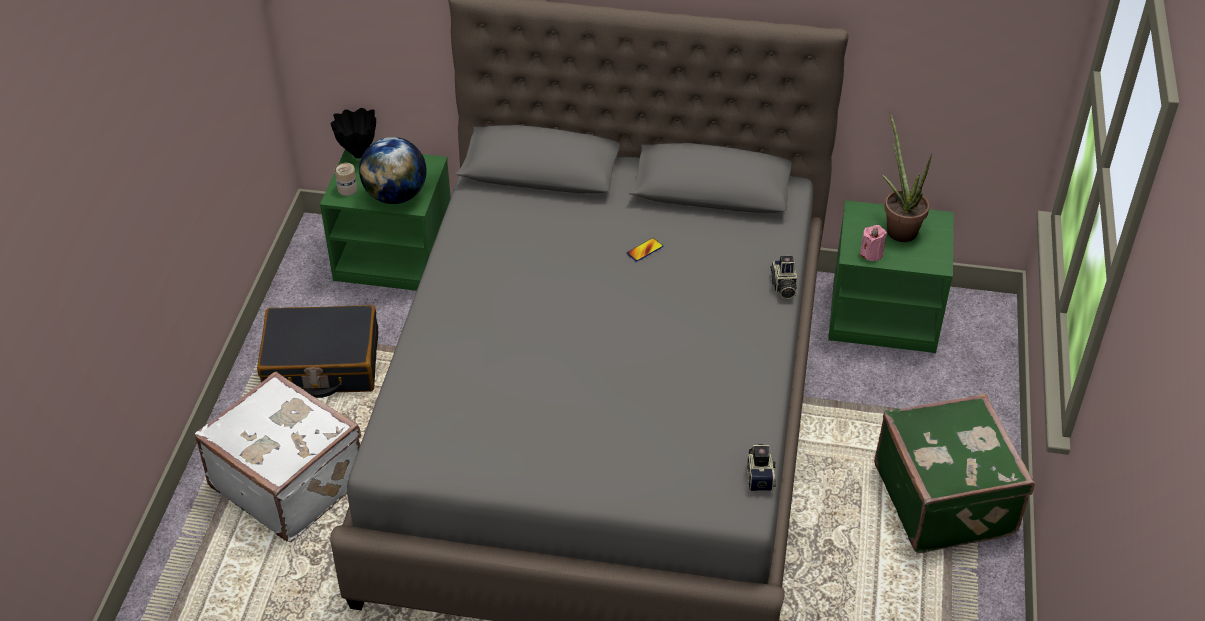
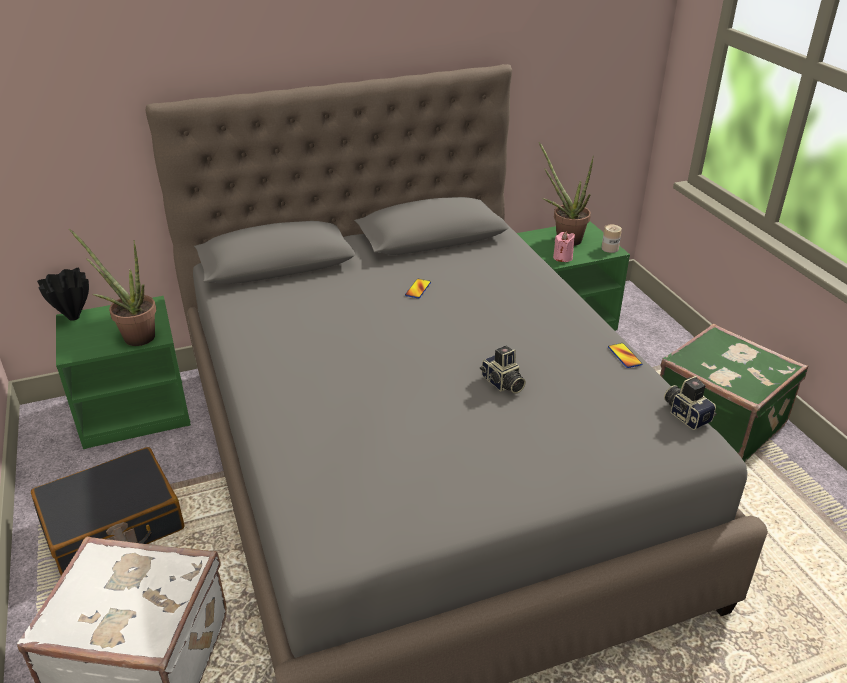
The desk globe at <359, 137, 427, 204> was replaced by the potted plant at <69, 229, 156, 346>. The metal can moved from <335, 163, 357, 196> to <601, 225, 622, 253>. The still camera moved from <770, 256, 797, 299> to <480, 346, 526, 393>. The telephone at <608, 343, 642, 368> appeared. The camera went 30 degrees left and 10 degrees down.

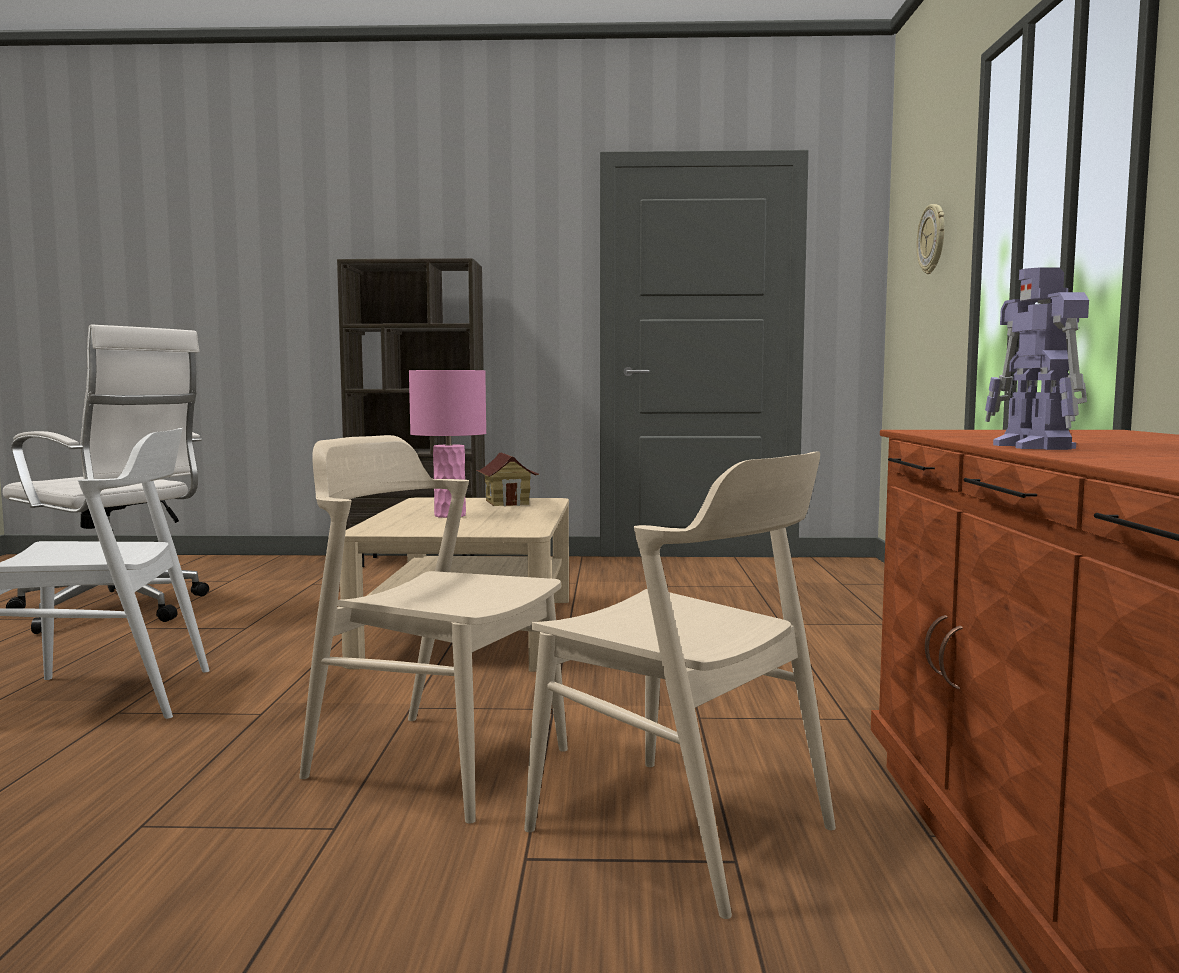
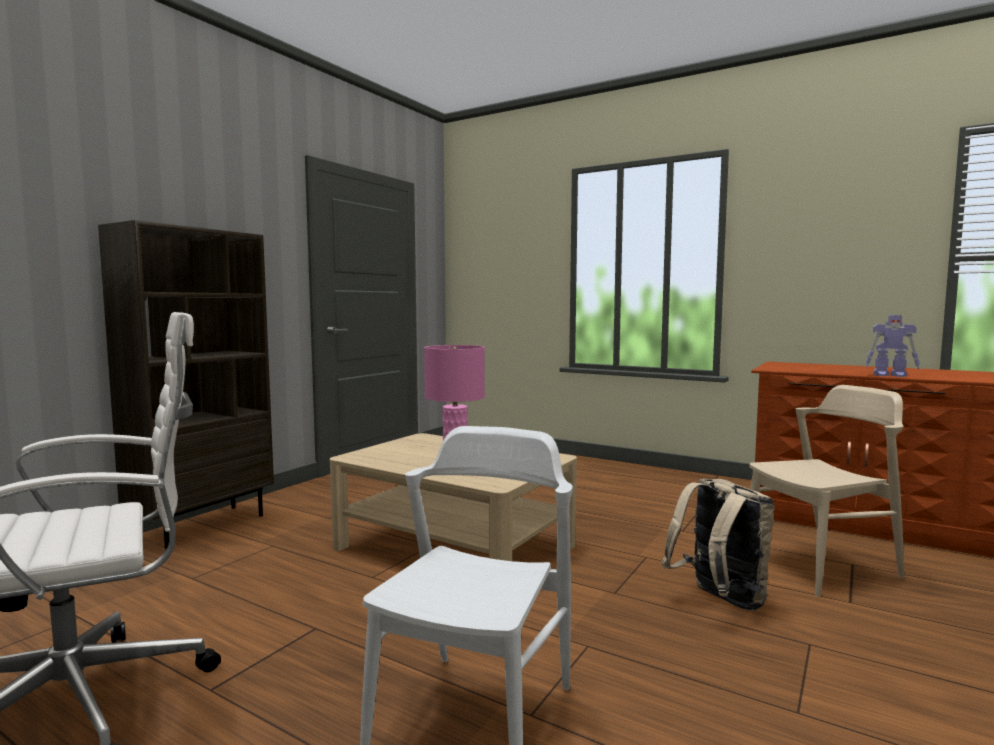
The wall clock at <916, 204, 945, 274> disappeared. The sand-coloured upright chair at <299, 435, 568, 824> was replaced by the sand-coloured backpack at <662, 479, 775, 611>. The toy house at <477, 453, 539, 506> disappeared. The camera went 60 degrees left and 0 degrees up.

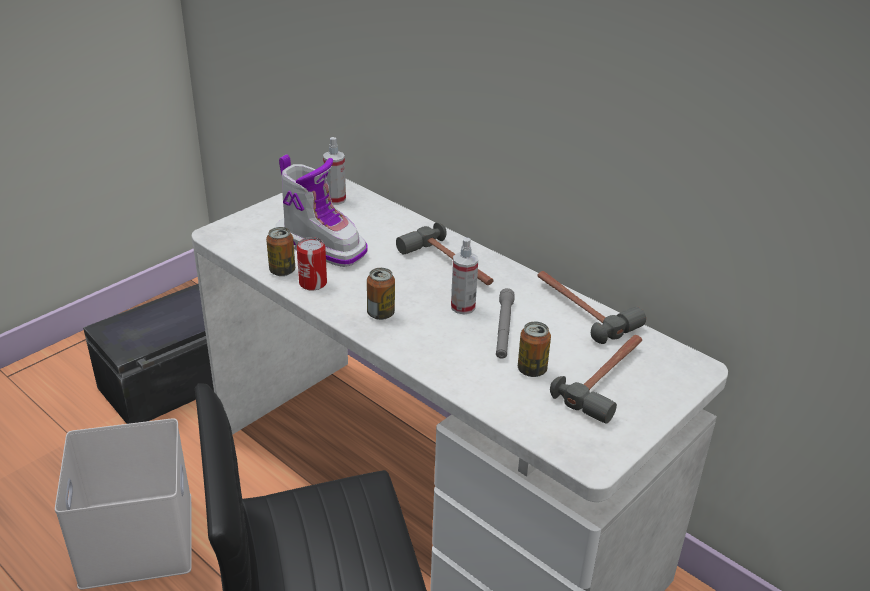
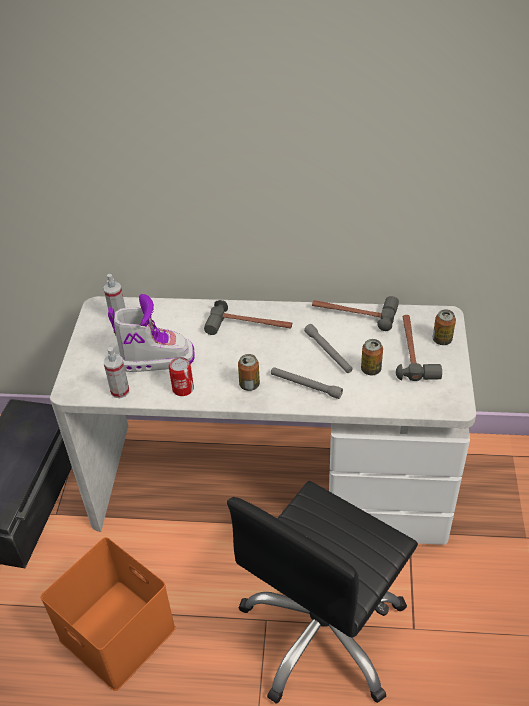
The metal can moved from <266, 227, 295, 276> to <433, 310, 456, 345>. The hand sprayer moved from <451, 238, 478, 315> to <104, 347, 129, 398>. The white storage box at <55, 418, 192, 589> became the orange storage box at <40, 537, 176, 691>. The grey flashlight at <271, 367, 343, 399> appeared. The camera went 35 degrees left and 10 degrees up.

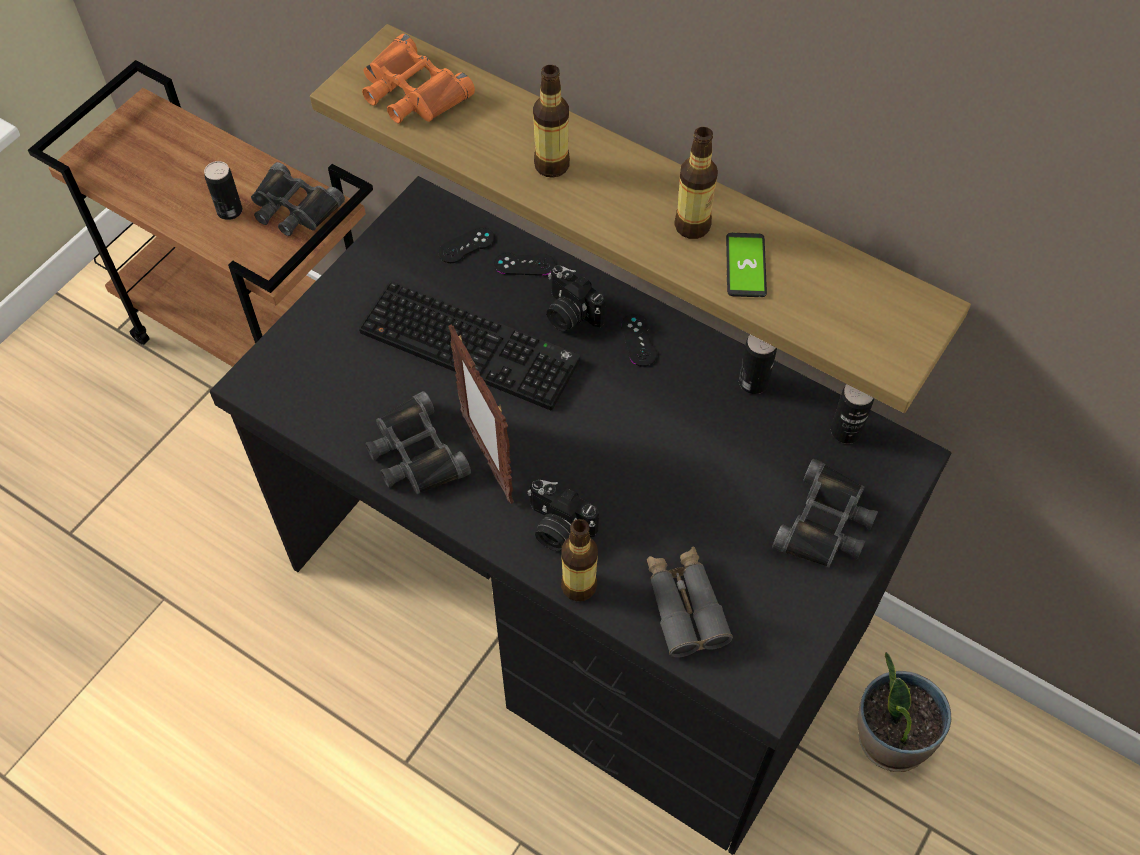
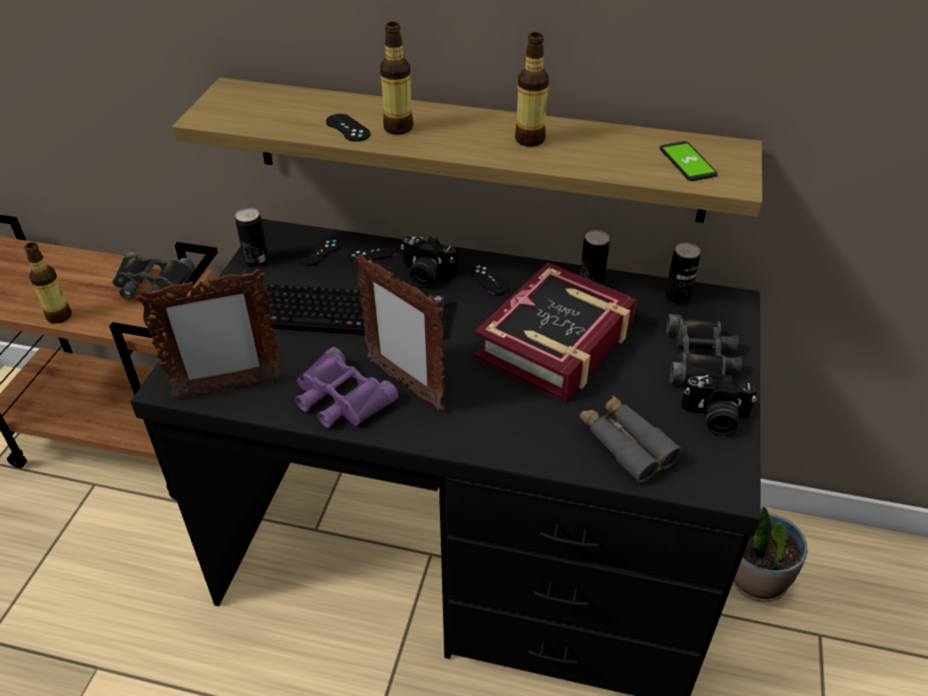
The orange field glasses at <362, 34, 475, 123> disappeared. The metal can moved from <204, 161, 242, 220> to <235, 208, 269, 267>. The telephone moved from <726, 233, 767, 297> to <660, 141, 718, 181>. The black-coloured field glasses at <365, 391, 471, 494> became the purplish field glasses at <295, 347, 398, 428>. The still camera moved from <527, 479, 599, 551> to <681, 374, 757, 435>. The beverage bottle moved from <561, 519, 598, 601> to <24, 243, 72, 324>. The black-coloured game controller at <326, 114, 371, 142> appeared. The bound book at <474, 262, 637, 402> appeared. The standing frame at <136, 269, 284, 399> appeared. The camera went 20 degrees left and 15 degrees down.

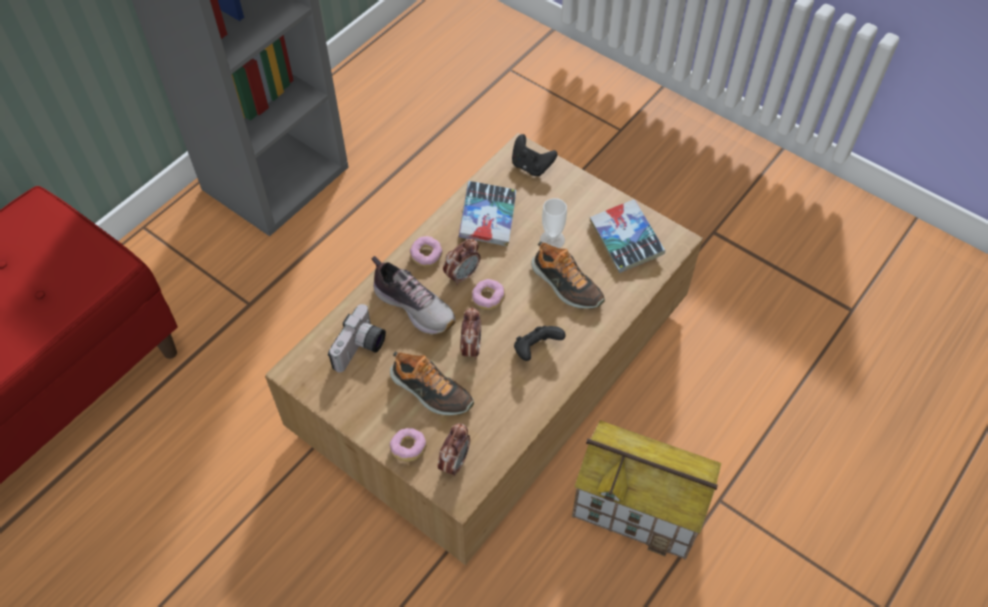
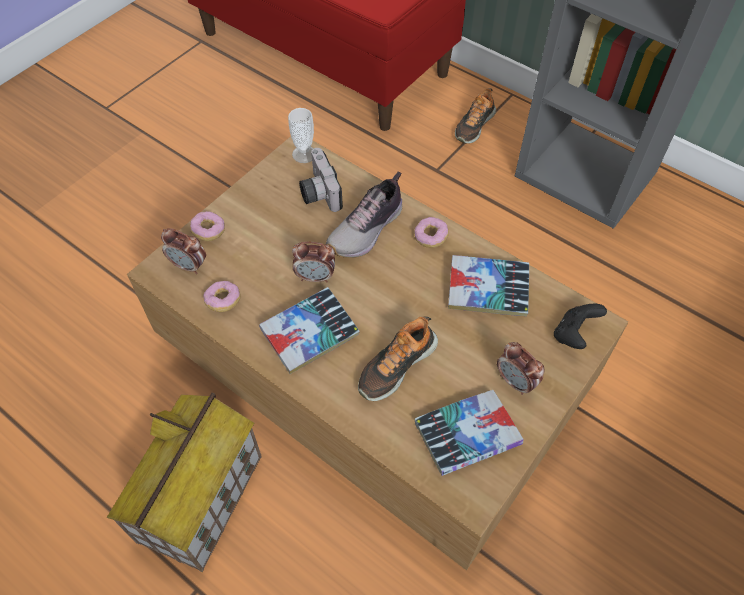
The cup moved from <540, 198, 567, 248> to <288, 108, 314, 163>. The alarm clock moved from <443, 238, 481, 285> to <497, 342, 545, 395>. The donut moved from <472, 279, 505, 310> to <203, 281, 241, 312>. The still camera at <328, 304, 386, 372> turned 45 degrees clockwise. The black-coloured game controller at <514, 326, 566, 361> was replaced by the bound book at <259, 287, 360, 374>. The shoe moved from <390, 352, 474, 415> to <455, 88, 496, 144>. The camera went 90 degrees right and 0 degrees up.

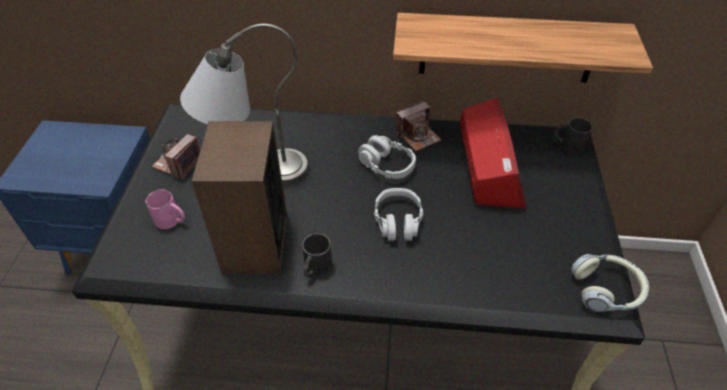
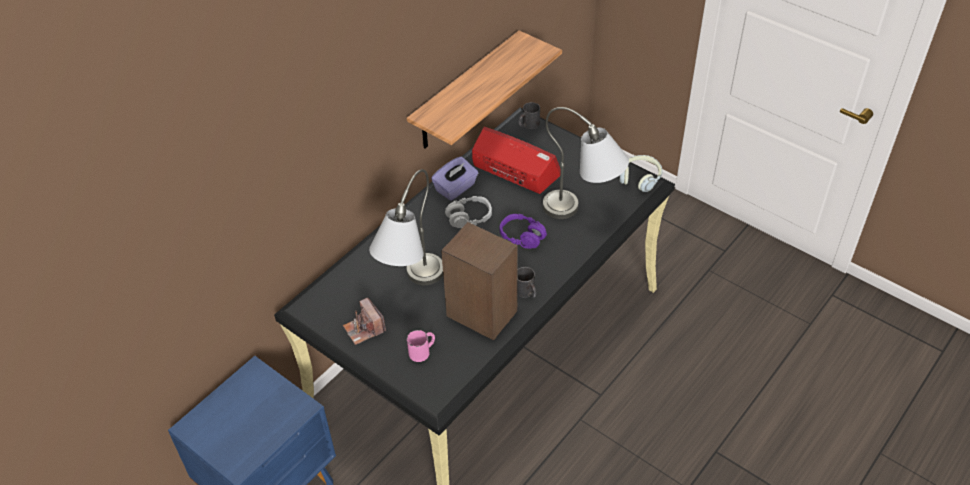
The still camera at <396, 100, 441, 151> was replaced by the purplish box of tissues at <431, 156, 478, 201>. The grey pair of headphones at <374, 188, 423, 241> became the purplish pair of headphones at <500, 214, 547, 249>. The grey tabletop lamp at <543, 107, 629, 219> appeared. The camera went 55 degrees left and 0 degrees up.

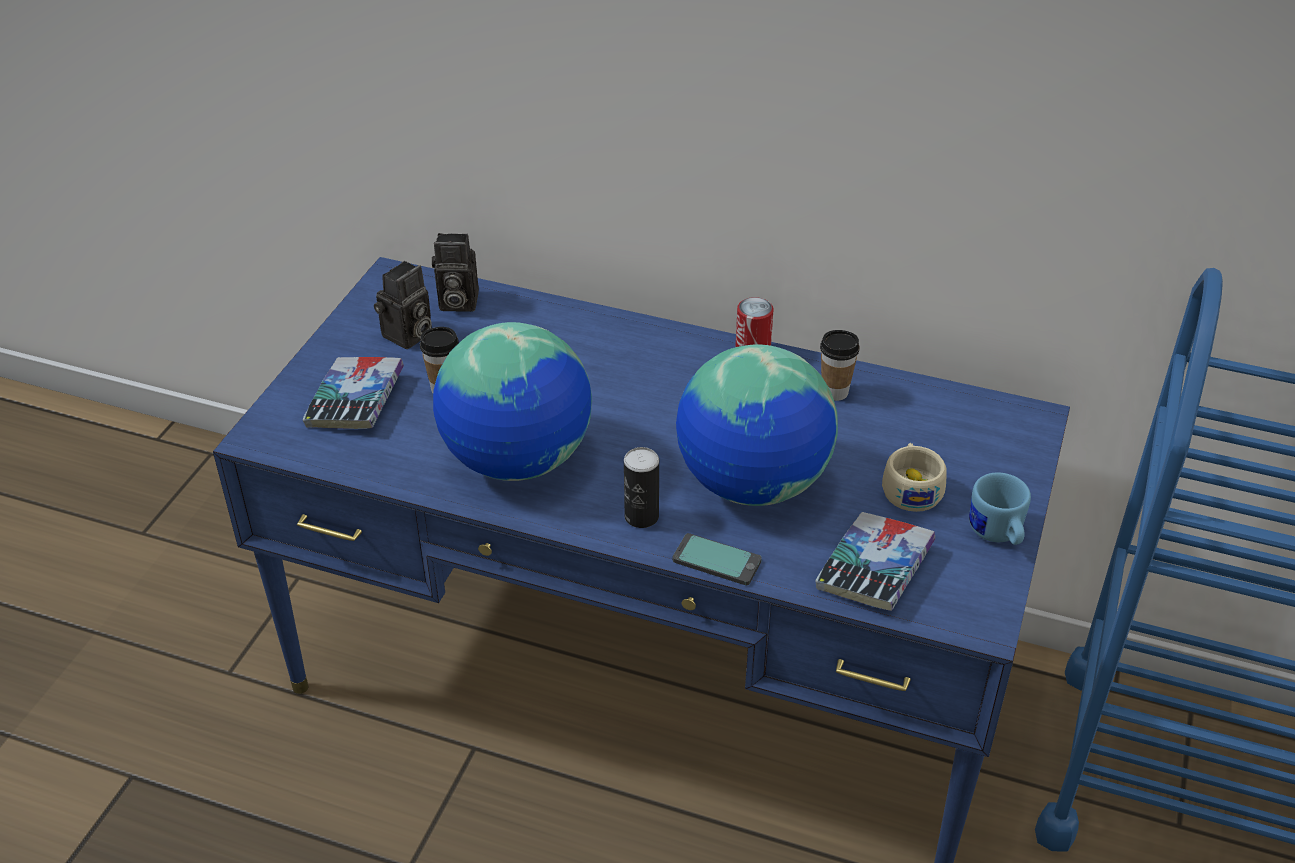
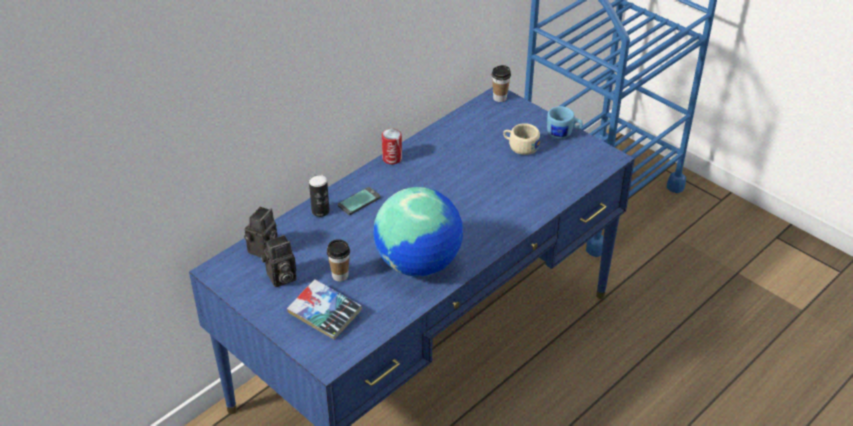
The still camera at <374, 261, 432, 349> turned 90 degrees clockwise. The cup moved from <820, 330, 860, 401> to <492, 65, 511, 102>. The desk globe at <676, 344, 838, 506> disappeared. The metal can moved from <624, 447, 659, 528> to <309, 174, 330, 217>. The bound book at <815, 512, 935, 611> disappeared. The telephone moved from <673, 533, 762, 585> to <338, 187, 381, 215>. The camera went 65 degrees left and 0 degrees up.

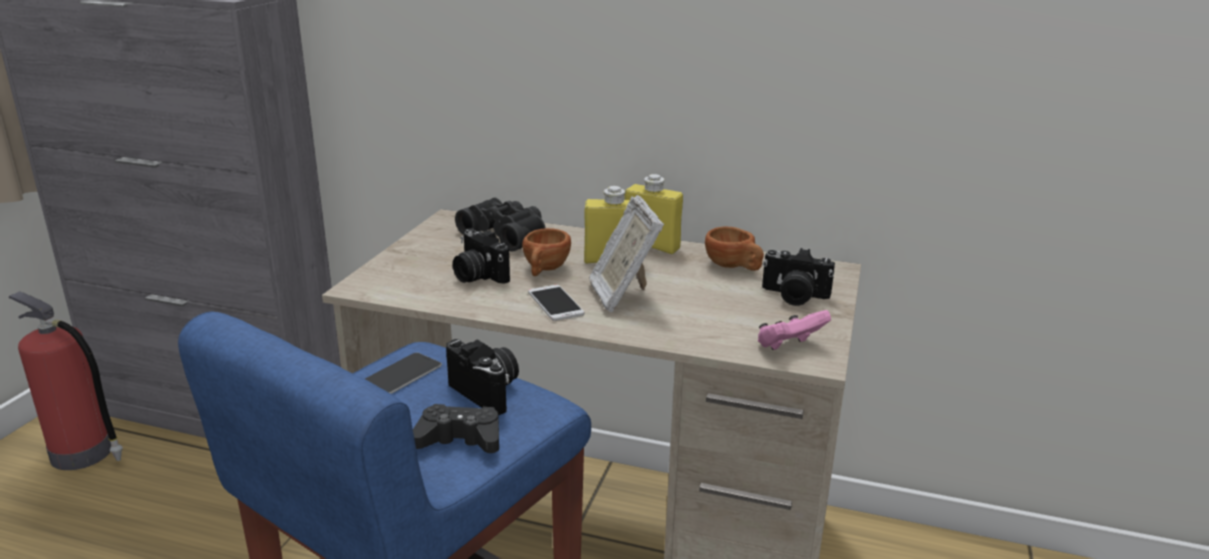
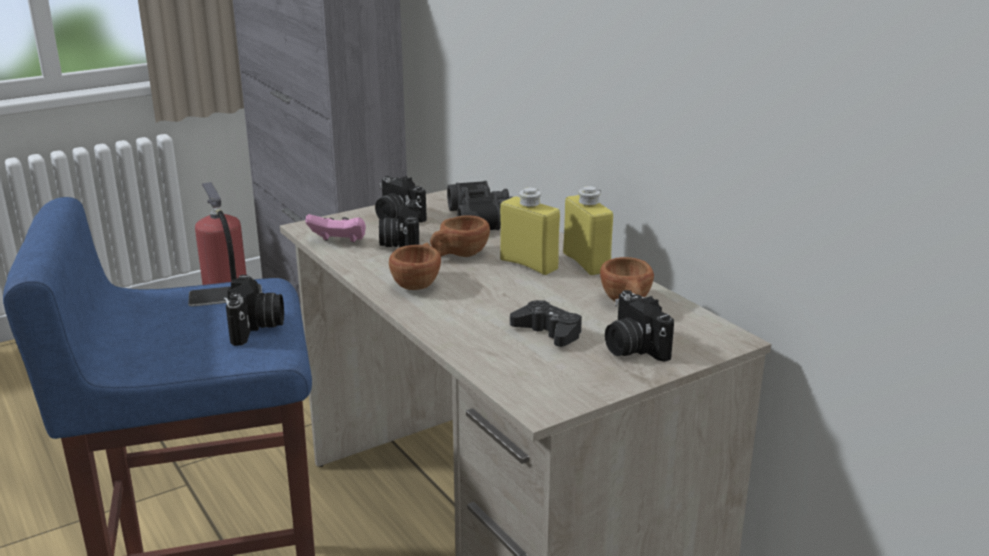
The standing frame at <589, 195, 664, 312> disappeared. The telephone at <528, 285, 584, 321> was replaced by the brown cup at <389, 243, 441, 290>. The pink-coloured game controller moved from <758, 310, 831, 350> to <305, 214, 366, 242>. The black-coloured game controller moved from <413, 404, 499, 453> to <510, 300, 582, 347>. The still camera at <375, 176, 427, 222> appeared. The camera went 40 degrees right and 0 degrees up.

